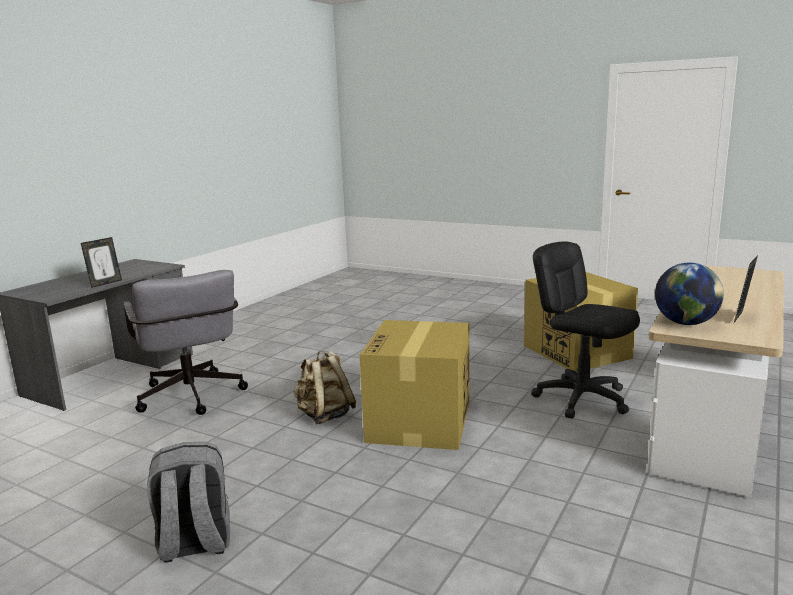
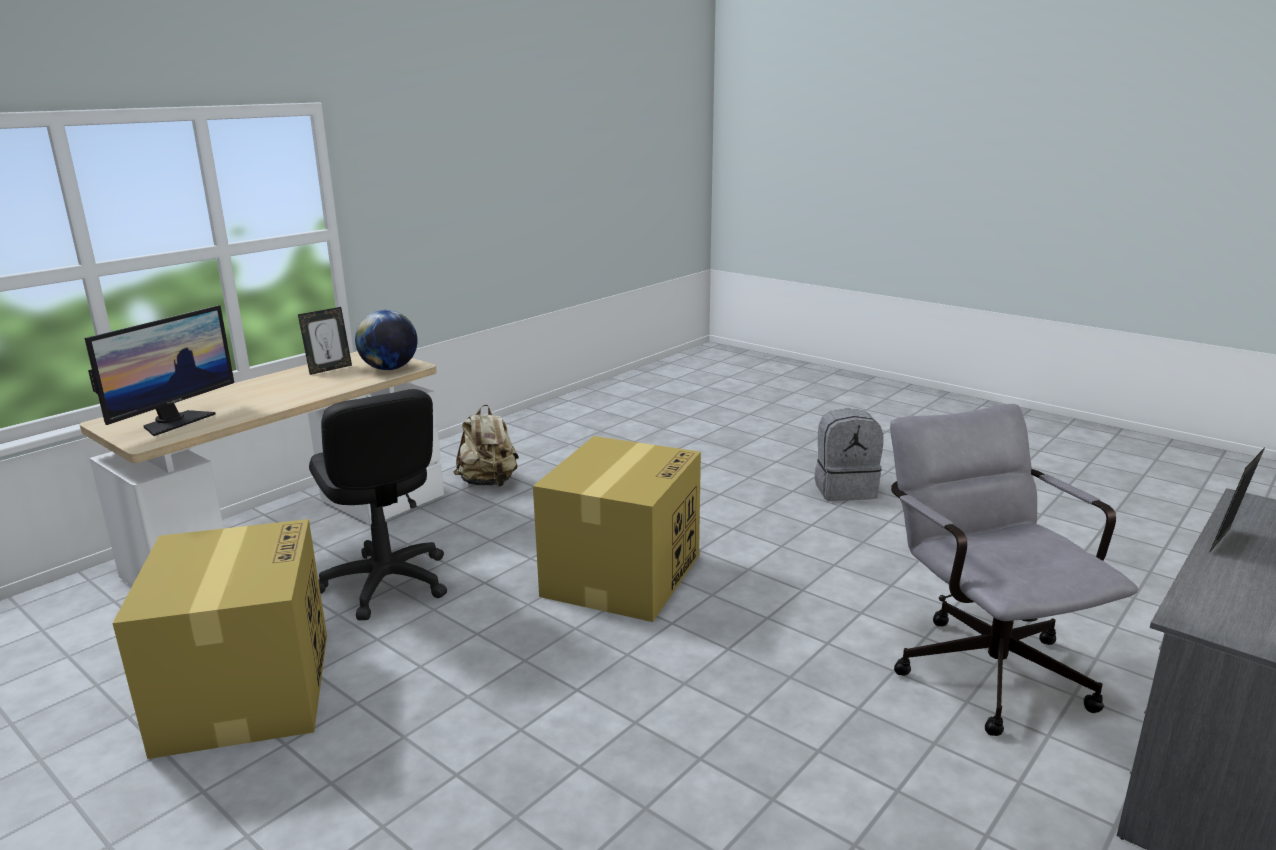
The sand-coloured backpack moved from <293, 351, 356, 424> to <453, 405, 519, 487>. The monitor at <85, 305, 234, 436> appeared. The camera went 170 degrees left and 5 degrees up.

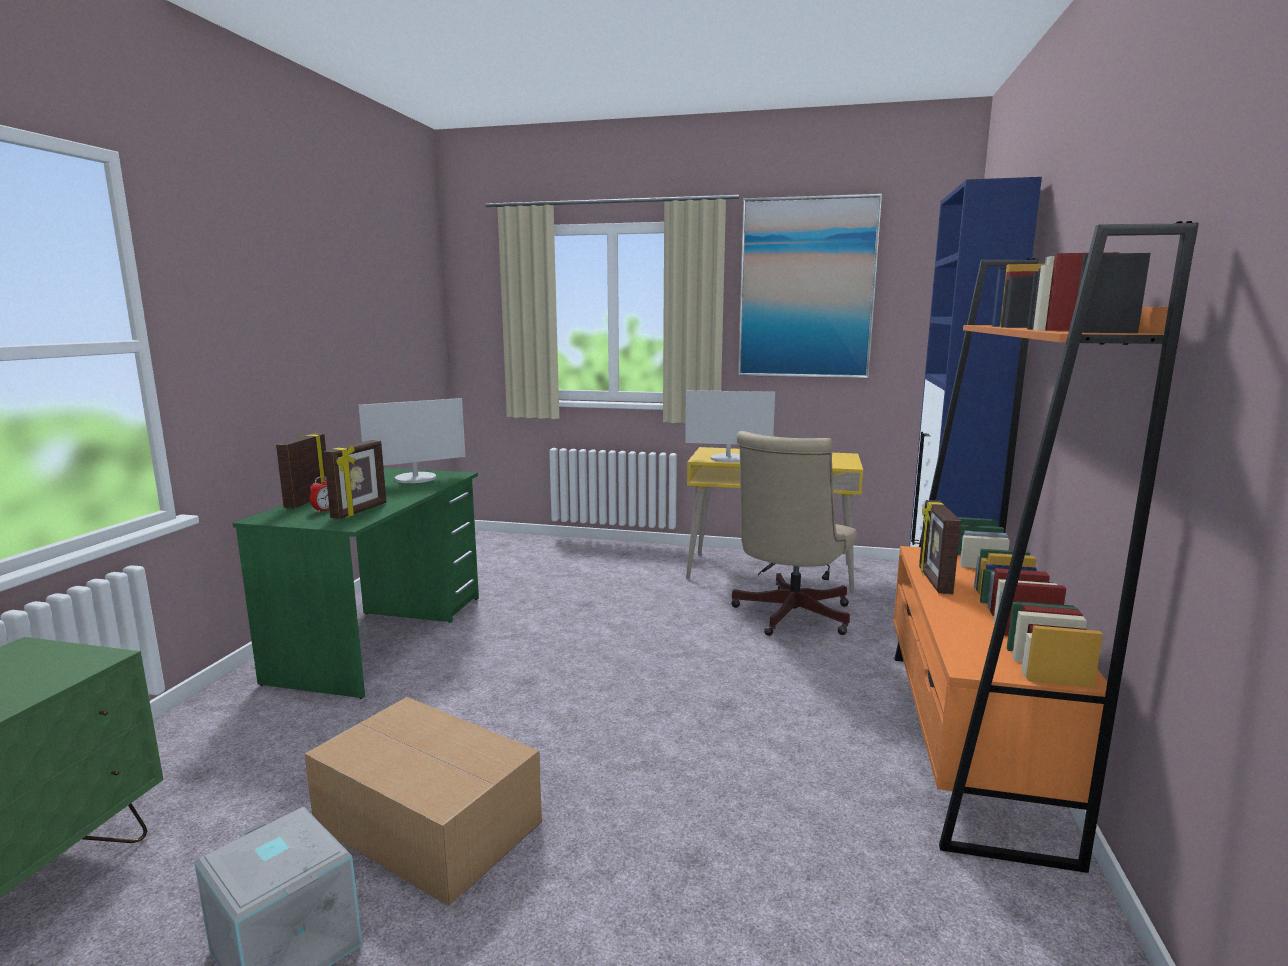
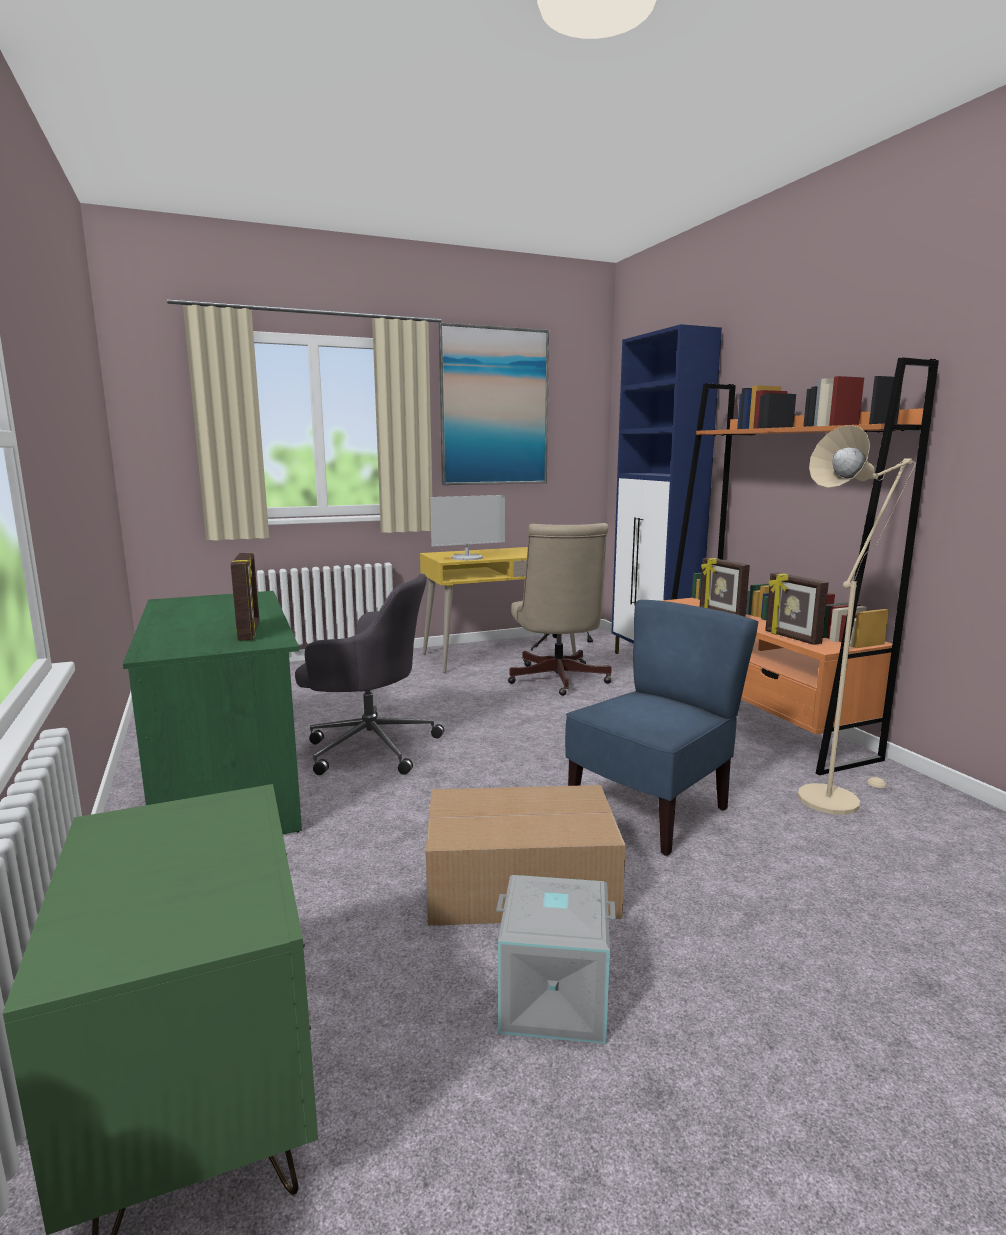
The monitor at <358, 398, 465, 483> disappeared. The standing frame moved from <276, 434, 326, 508> to <765, 573, 829, 645>. The alarm clock at <310, 476, 329, 513> disappeared. The sand-coloured standing lamp at <798, 425, 916, 815> appeared. The grey office chair at <295, 574, 444, 775> appeared. The blue-coloured upright chair at <565, 600, 758, 856> appeared. The camera went 35 degrees left and 0 degrees up.

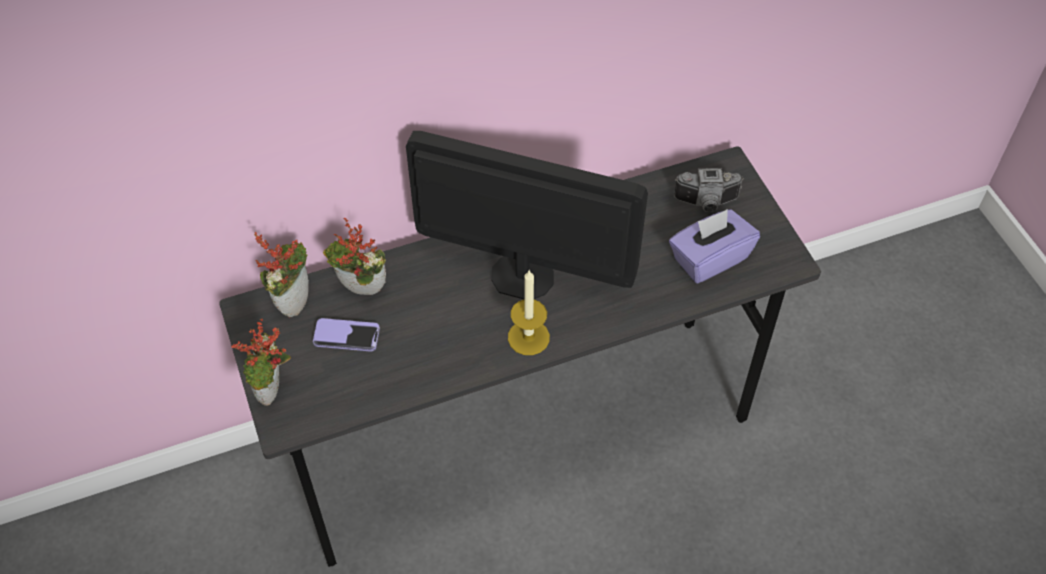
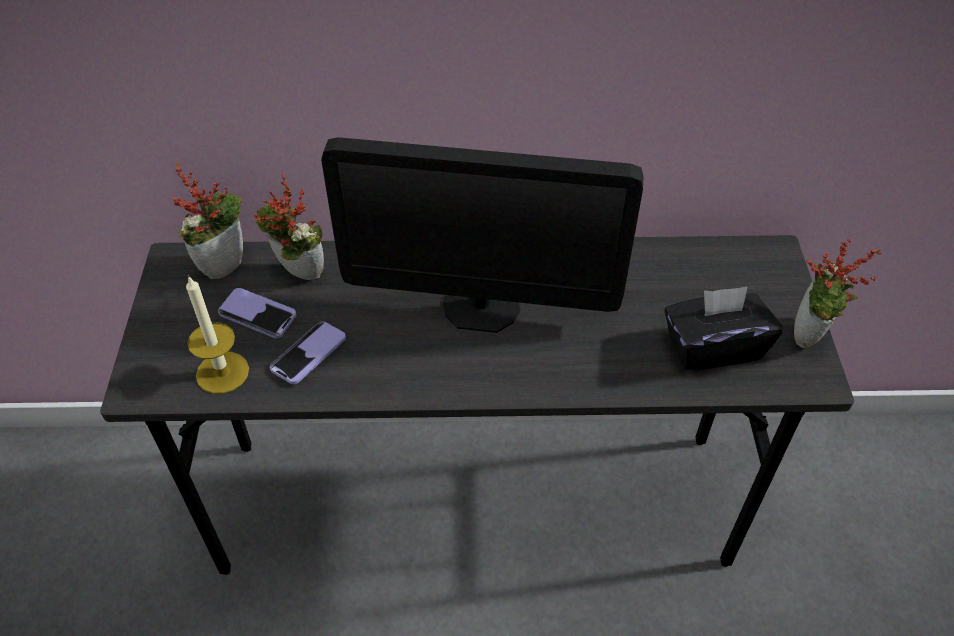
The monitor at <406, 131, 648, 299> turned 150 degrees clockwise. The still camera at <674, 168, 744, 212> disappeared. The purplish box of tissues at <669, 209, 760, 284> became the black-coloured box of tissues at <664, 286, 783, 371>. The wax candle moved from <508, 270, 550, 355> to <186, 275, 249, 394>. The potted plant moved from <231, 319, 291, 406> to <794, 239, 881, 348>. The telephone at <270, 322, 346, 384> appeared. The camera went 20 degrees right and 5 degrees down.

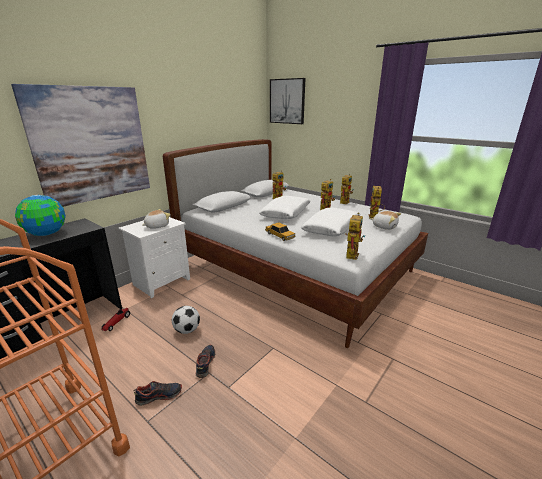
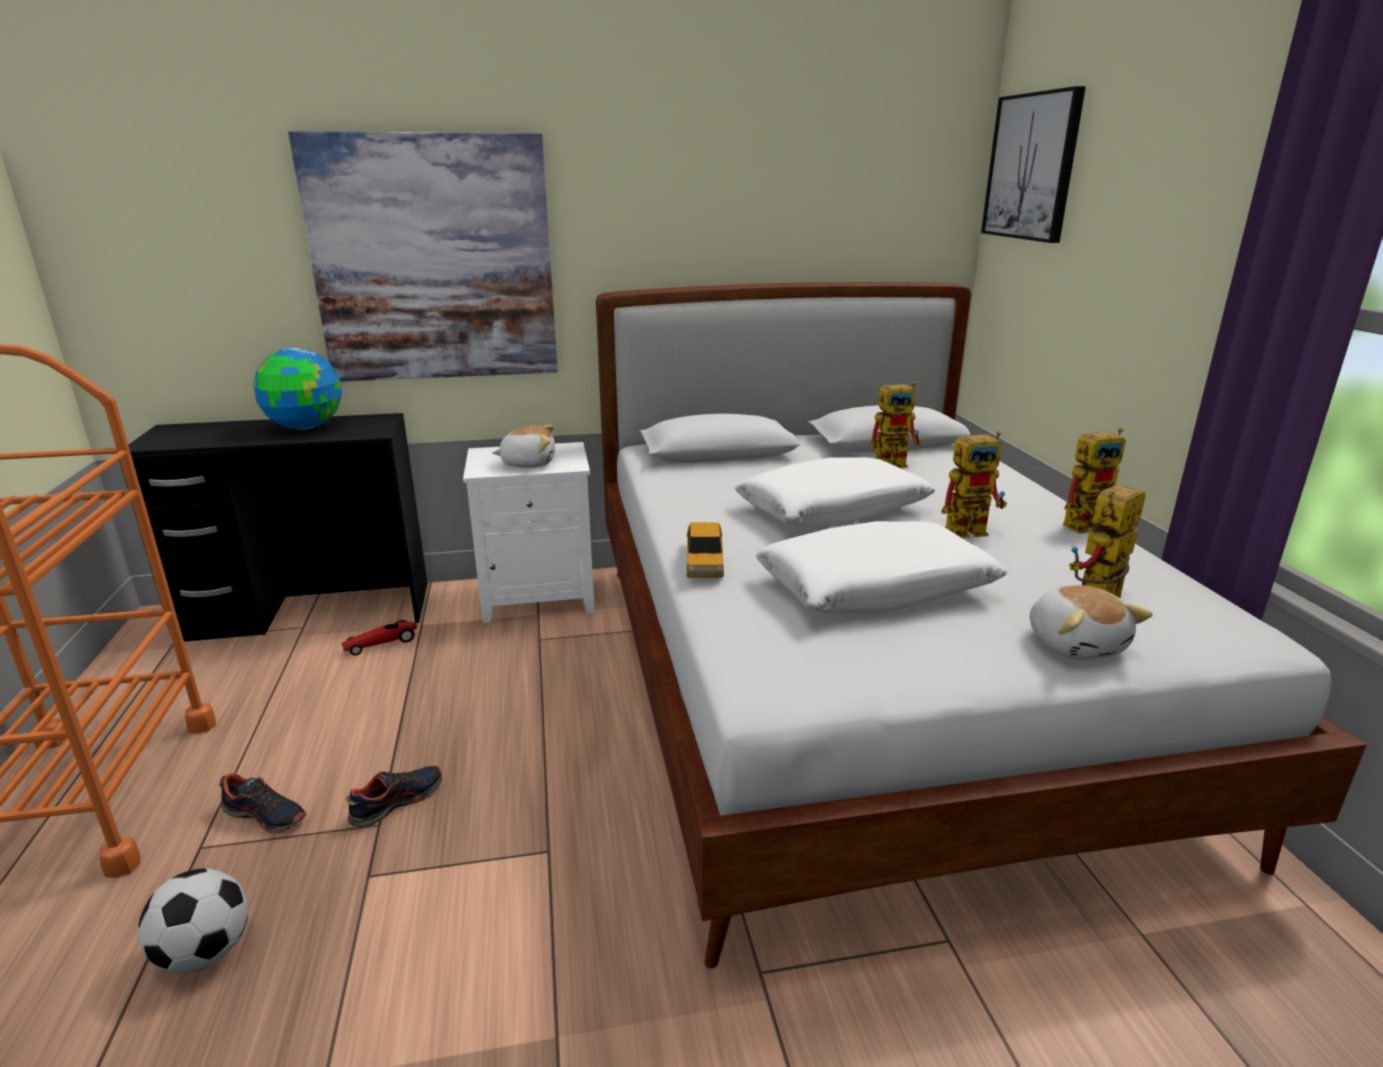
The model robot at <345, 213, 365, 260> disappeared. The football ball moved from <172, 306, 200, 334> to <138, 868, 248, 973>. The camera went 40 degrees right and 0 degrees up.

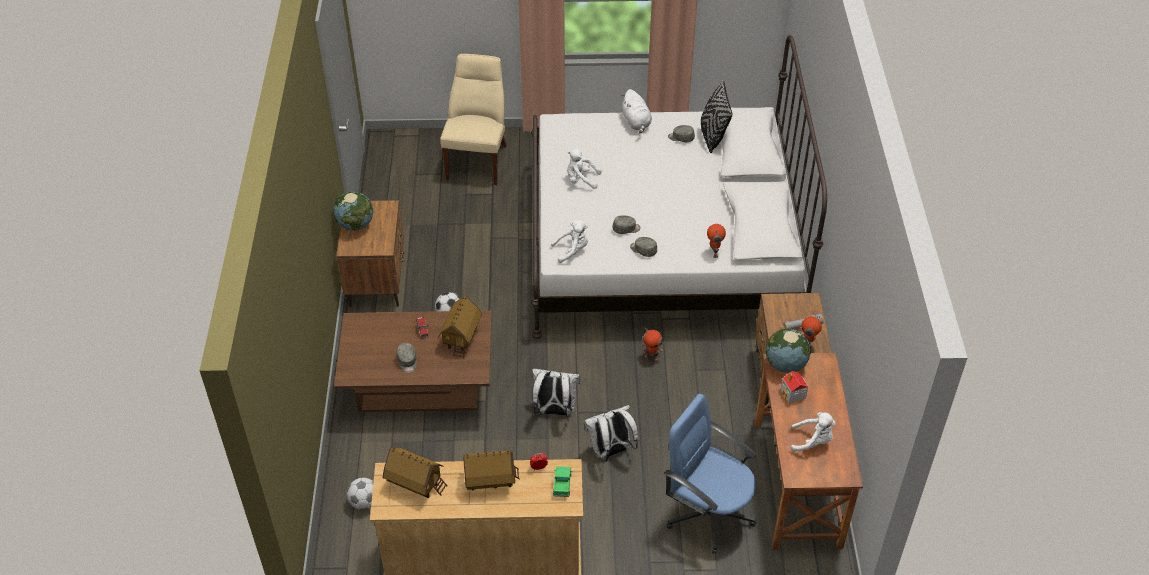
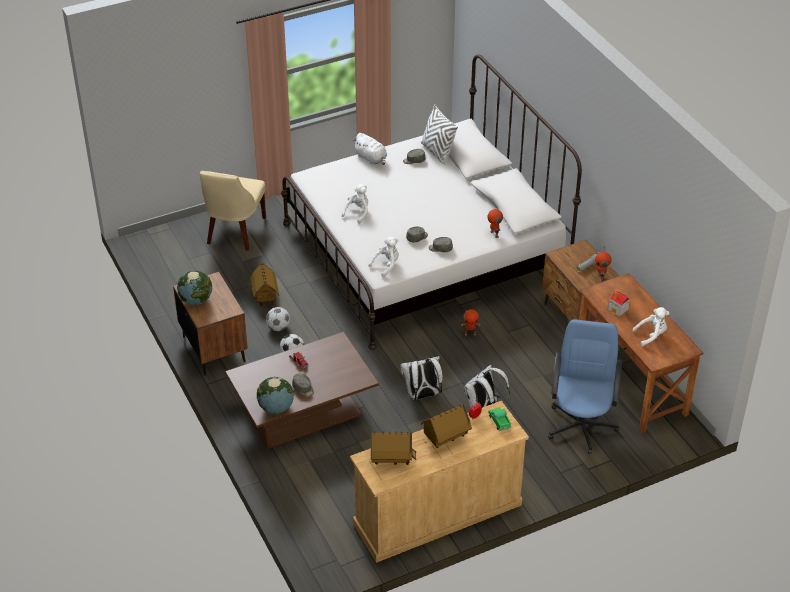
The sand-coloured upright chair at <440, 54, 507, 185> turned 150 degrees counterclockwise. The black-coloured cushion at <701, 80, 733, 153> became the white cushion at <421, 105, 458, 165>. The white cuddly toy at <567, 149, 601, 189> turned 135 degrees clockwise. The toy house moved from <438, 295, 482, 359> to <250, 263, 279, 310>. The desk globe moved from <766, 329, 811, 373> to <257, 377, 294, 414>. The blue-coloured office chair at <665, 394, 756, 554> turned 90 degrees clockwise. The football ball moved from <347, 478, 374, 510> to <266, 307, 290, 331>. The camera went 25 degrees left and 5 degrees down.

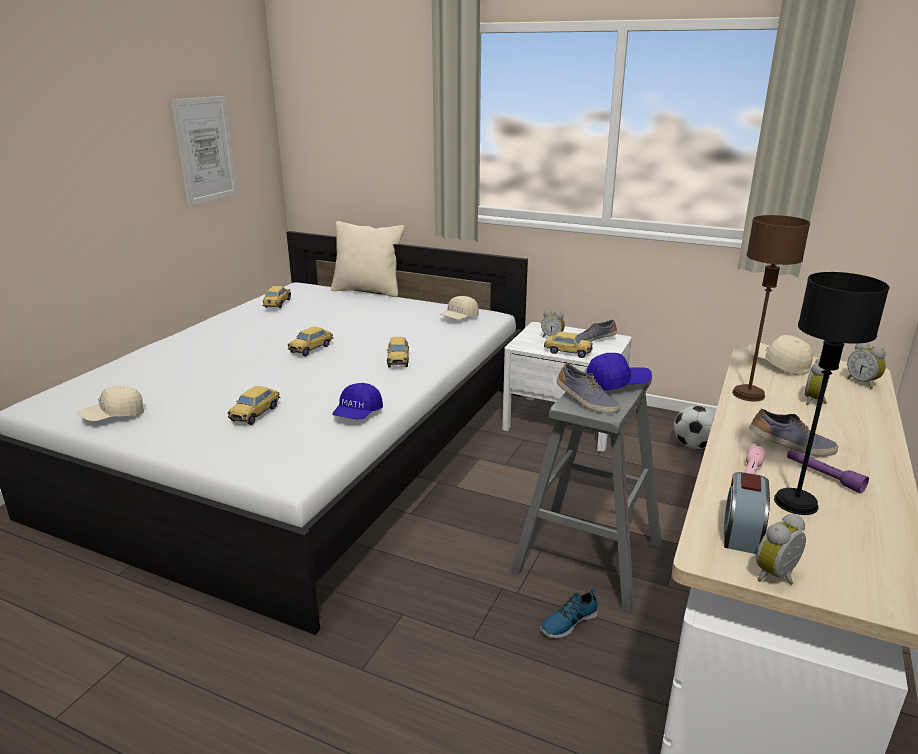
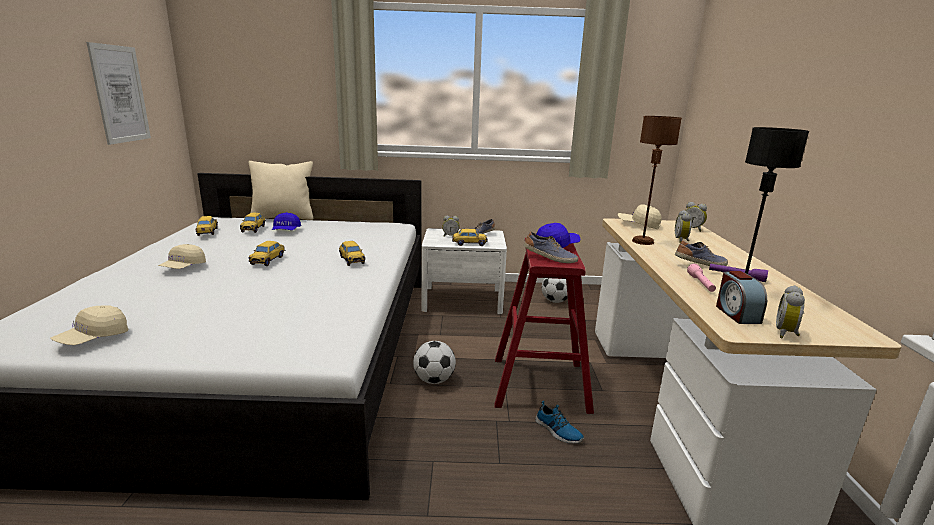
The sand-coloured cap moved from <440, 296, 479, 320> to <158, 244, 206, 269>. The grey sitting stool at <510, 365, 662, 613> became the red sitting stool at <495, 238, 594, 414>. The blue-coloured cap moved from <332, 383, 383, 420> to <272, 212, 301, 230>. The model car moved from <228, 386, 281, 425> to <240, 213, 266, 233>. The shoe at <540, 588, 598, 638> turned 75 degrees counterclockwise. The football ball at <413, 341, 456, 384> appeared. The camera went 25 degrees left and 5 degrees down.

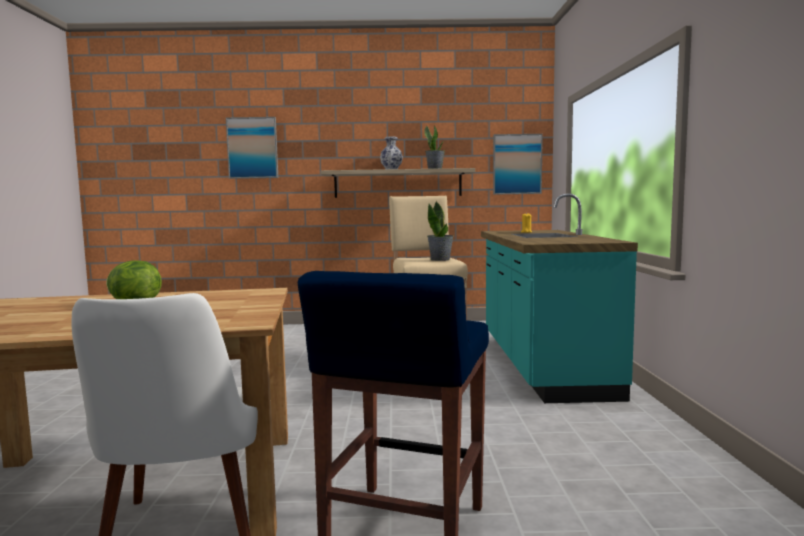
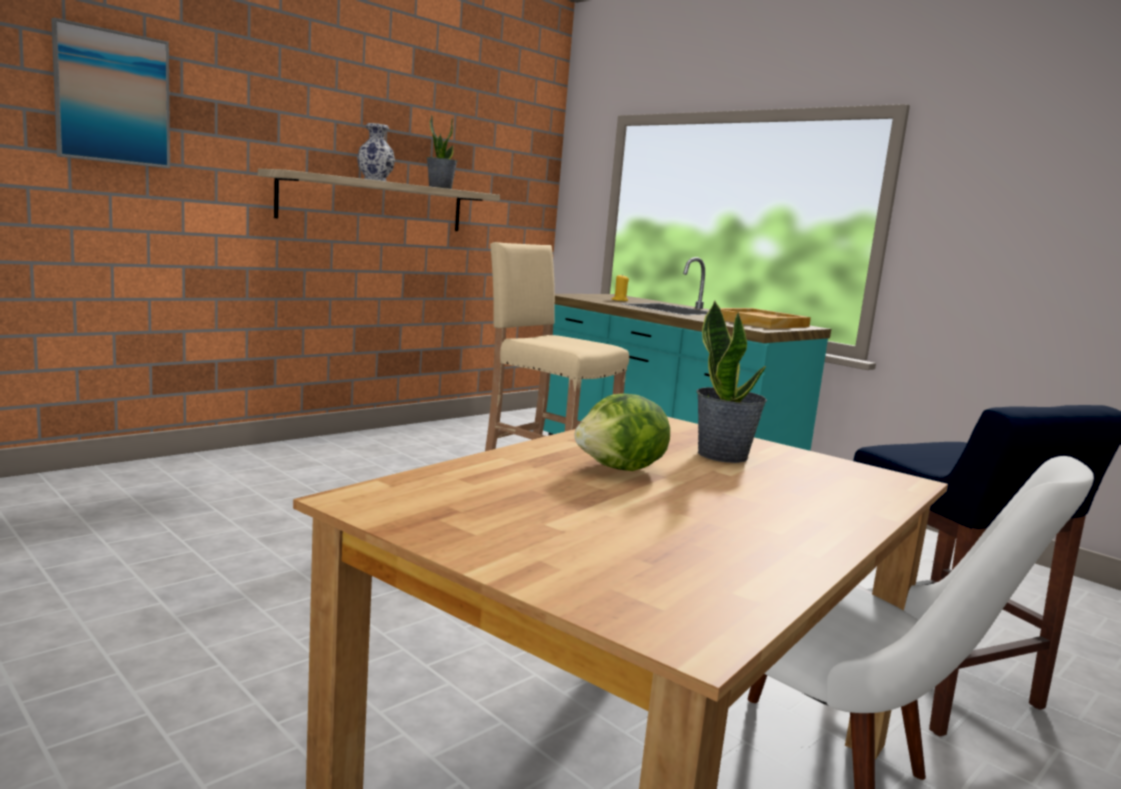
The wall art at <493, 134, 543, 195> disappeared. The potted plant moved from <427, 201, 453, 261> to <697, 300, 767, 463>. The sand-coloured carrying tray at <720, 308, 811, 329> appeared. The camera went 45 degrees left and 5 degrees up.

